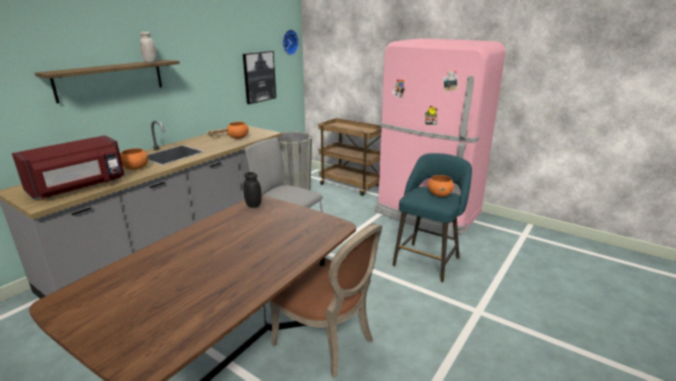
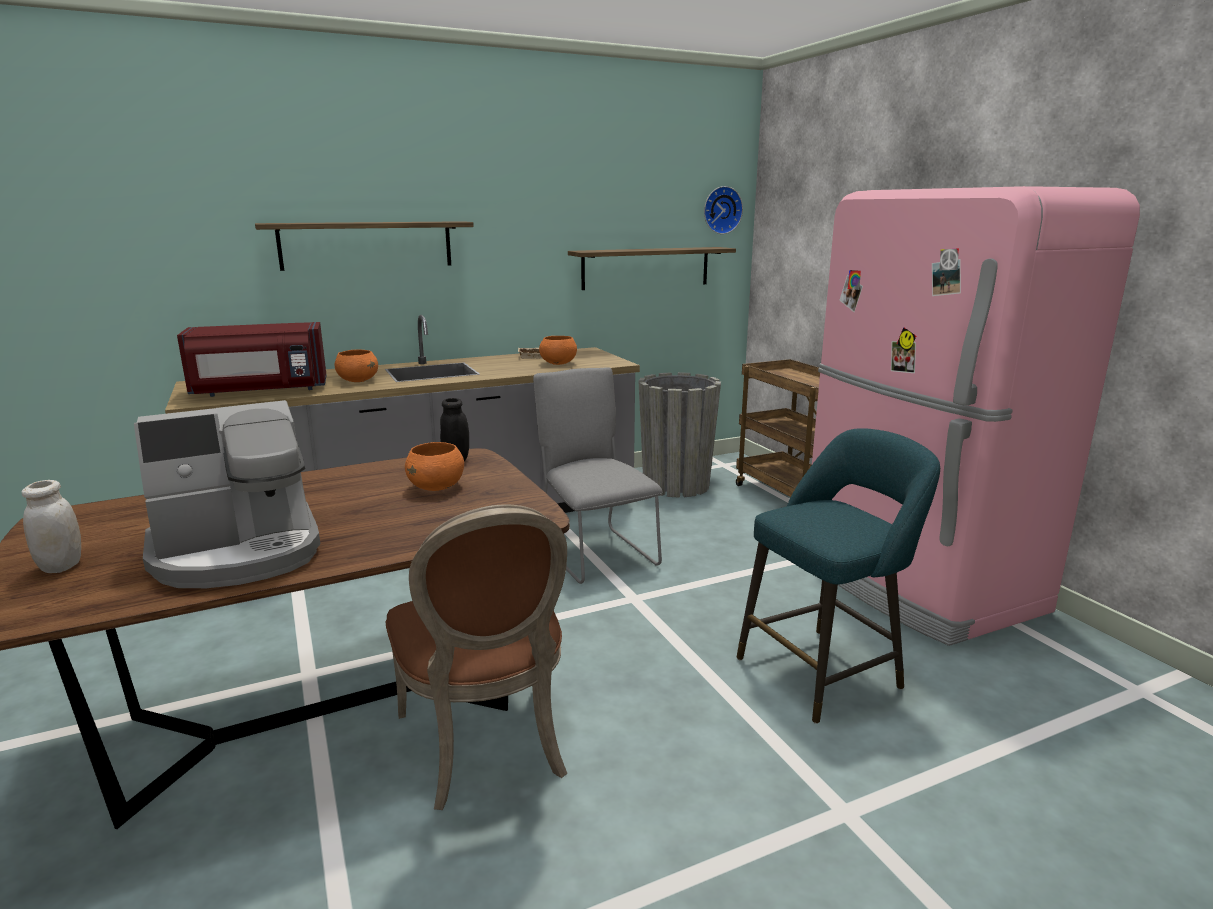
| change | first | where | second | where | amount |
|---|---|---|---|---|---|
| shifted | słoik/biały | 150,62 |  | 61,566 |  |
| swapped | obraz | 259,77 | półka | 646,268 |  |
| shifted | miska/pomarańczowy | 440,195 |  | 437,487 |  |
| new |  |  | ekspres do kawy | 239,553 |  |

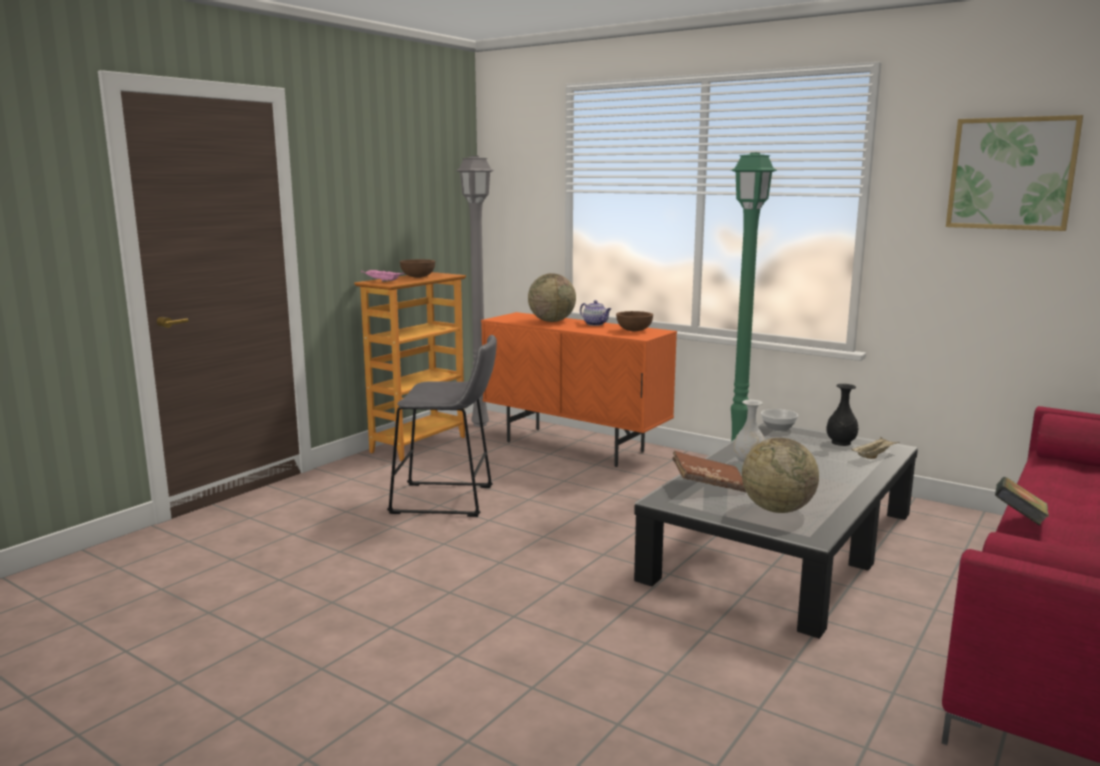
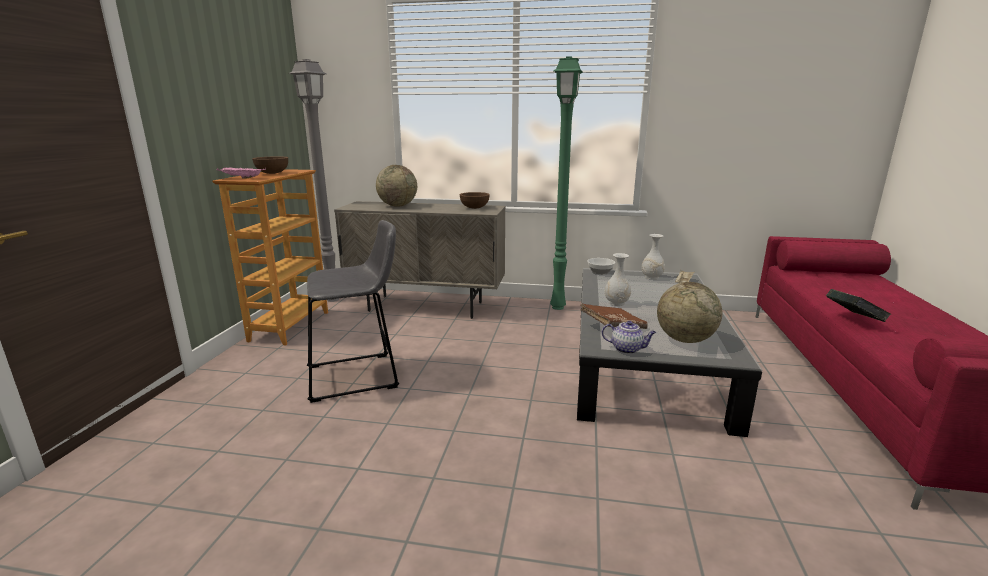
| change | first | where | second | where | amount |
|---|---|---|---|---|---|
| repainted | szafka/pomarańczowy | 574,447 | szafka/beżowy | 426,307 |  |
| shifted | imbryk | 595,324 |  | 627,349 |  |
| repainted | wazon/czarny | 840,443 | wazon/biały | 651,277 |  |
| gone | obraz | 1011,173 |  |  |  |

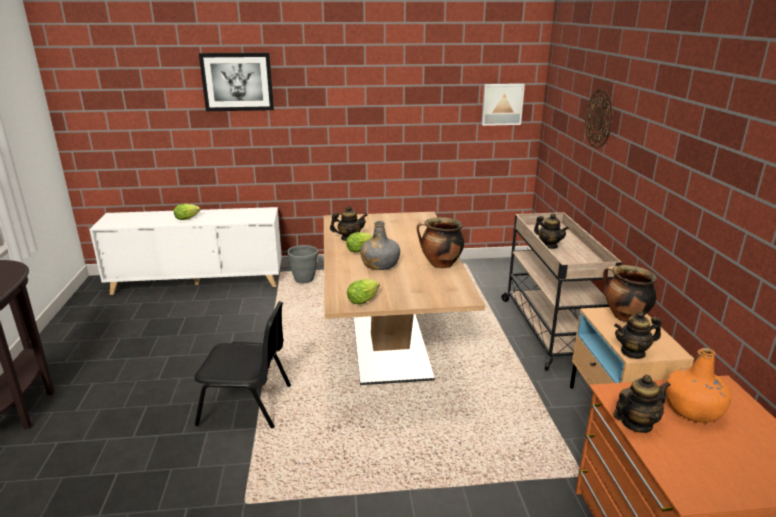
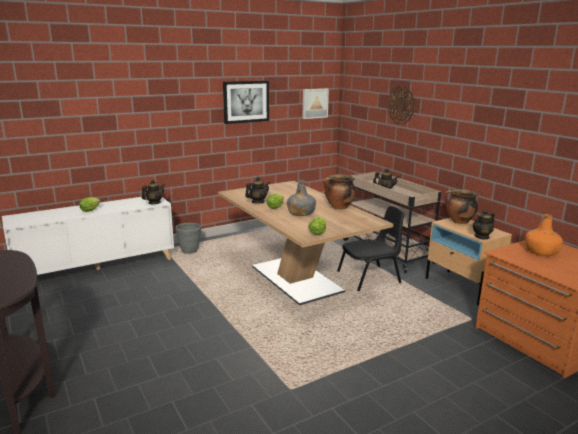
| change | first | where | second | where | amount |
|---|---|---|---|---|---|
| shifted | krzesło/czarny | 247,404 |  | 370,277 |  |
| shifted | obraz | 237,82 |  | 246,101 |  |
| shifted | imbryk | 636,424 |  | 154,203 |  |

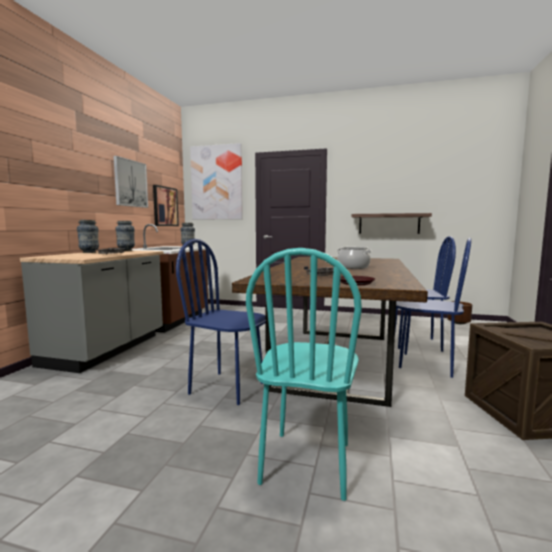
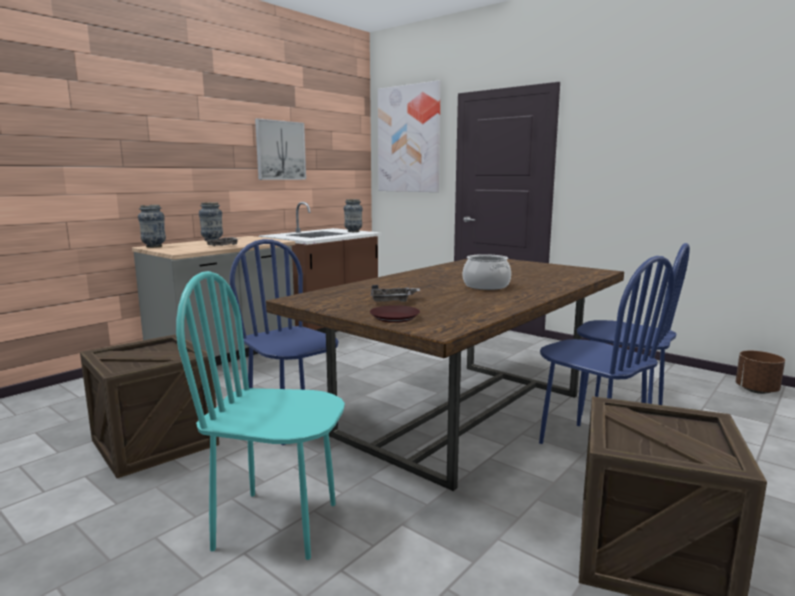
| change | first | where | second | where | amount |
|---|---|---|---|---|---|
| shifted | wazon | 126,250 |  | 154,246 |  |
| gone | obraz | 165,206 |  |  |  |
| rotated | krzesło/turkusowy | 307,463 |  | 277,524 | 60 degrees clockwise |
| gone | półka | 389,223 |  |  |  |
| new |  |  | skrzynka | 155,442 |  |

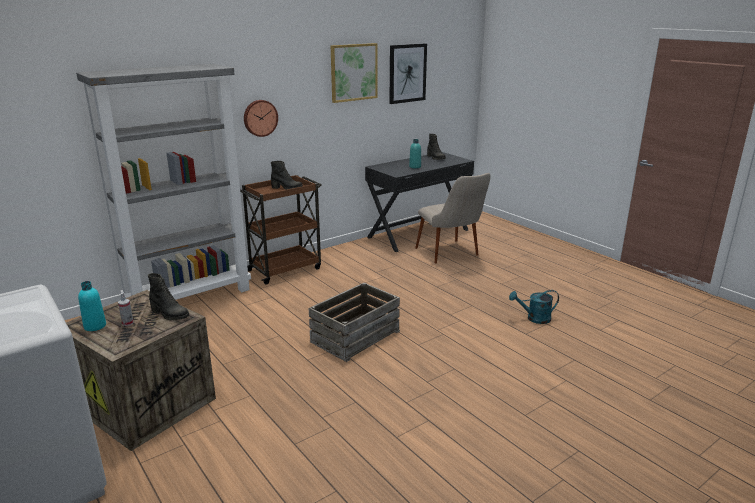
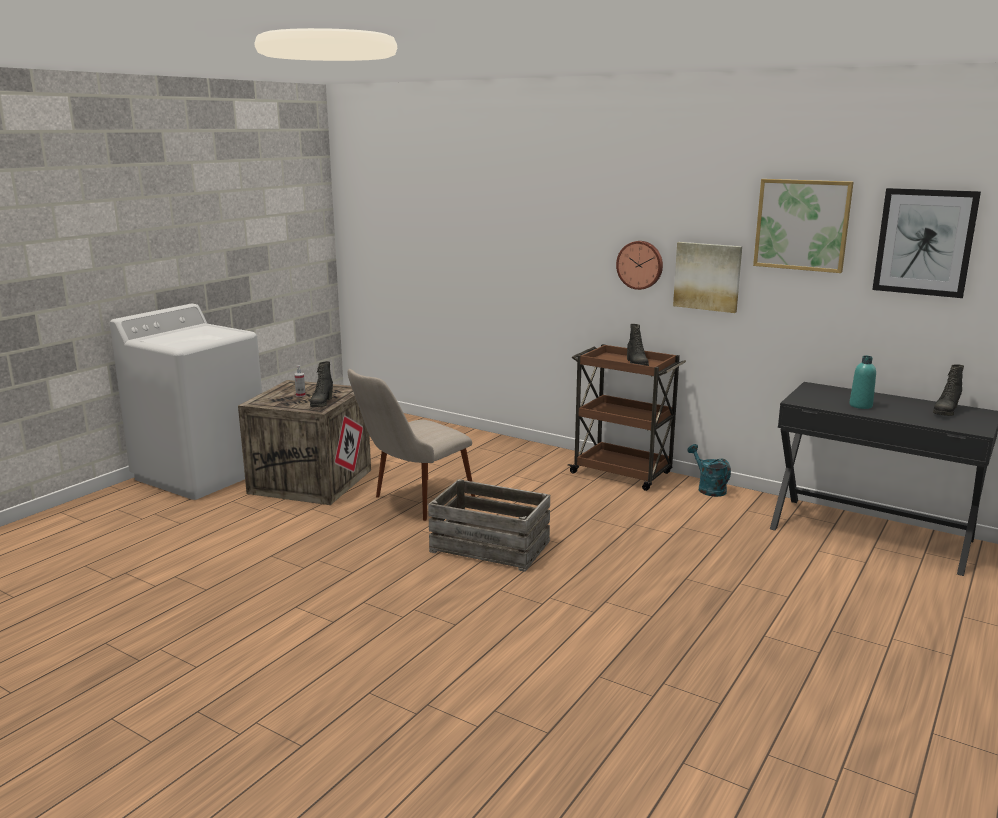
| change | first | where | second | where | amount |
|---|---|---|---|---|---|
| gone | regał/szary | 190,298 |  |  |  |
| gone | butelka/turkusowy | 95,326 |  |  |  |
| shifted | krzesło/beżowy | 452,255 |  | 412,503 |  |
| shifted | konewka/turkusowy | 534,318 |  | 708,488 |  |
| new |  |  | obraz | 707,276 |  |

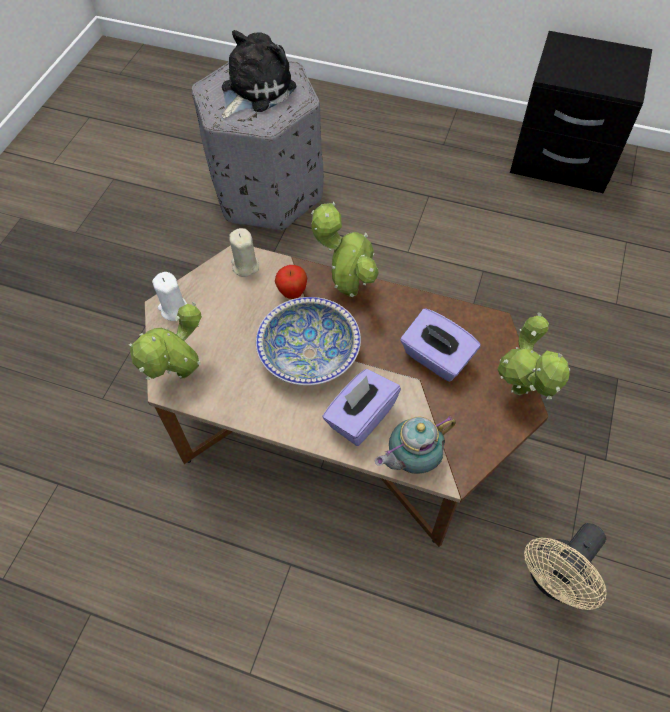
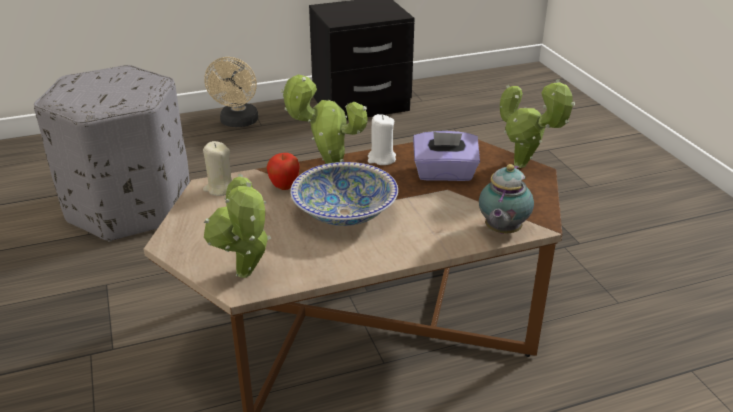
| change | first | where | second | where | amount |
|---|---|---|---|---|---|
| shifted | świeca/biały | 173,309 |  | 381,159 |  |
| gone | pluszak | 254,90 |  |  |  |
| gone | pudełko chusteczek/fioletowy | 360,417 |  |  |  |
| shifted | wentylator/beżowy | 554,580 |  | 238,123 |  |

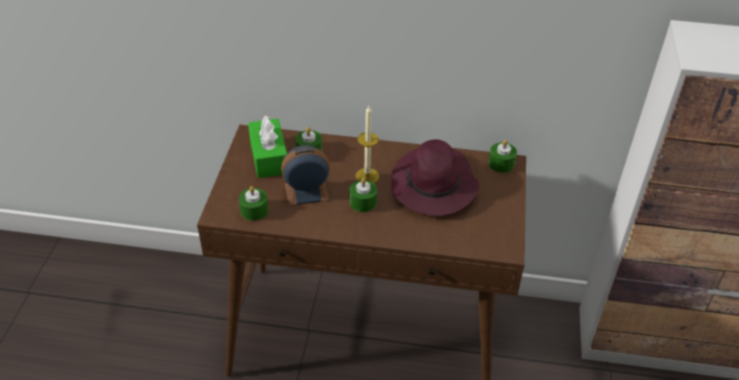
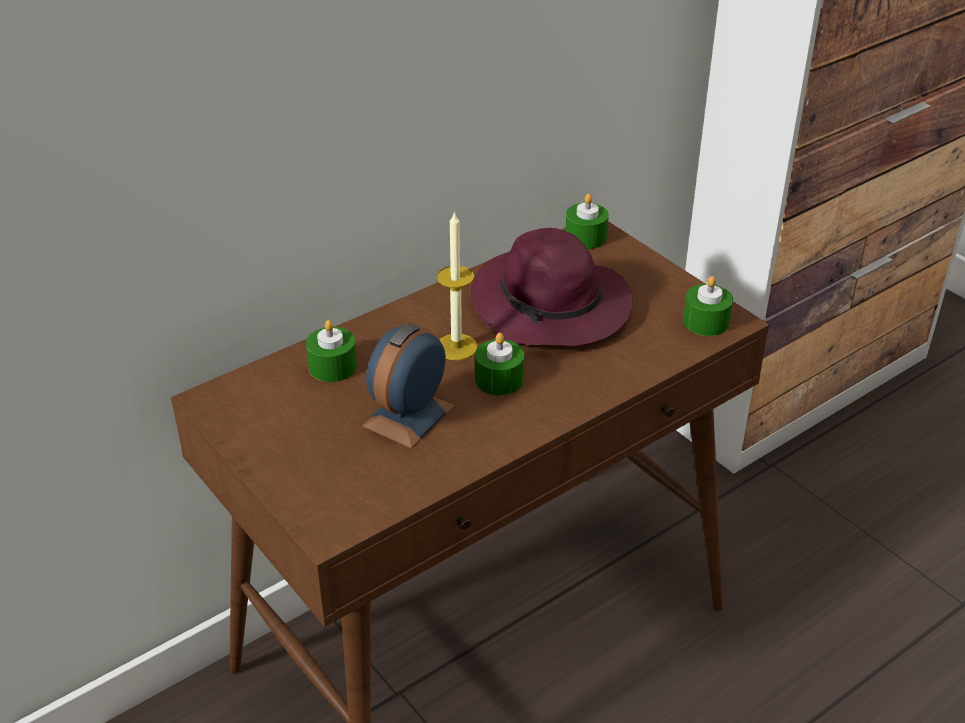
| change | first | where | second | where | amount |
|---|---|---|---|---|---|
| shifted | świeca/zielony | 254,210 |  | 706,322 |  |
| gone | pudełko chusteczek/zielony | 269,157 |  |  |  |

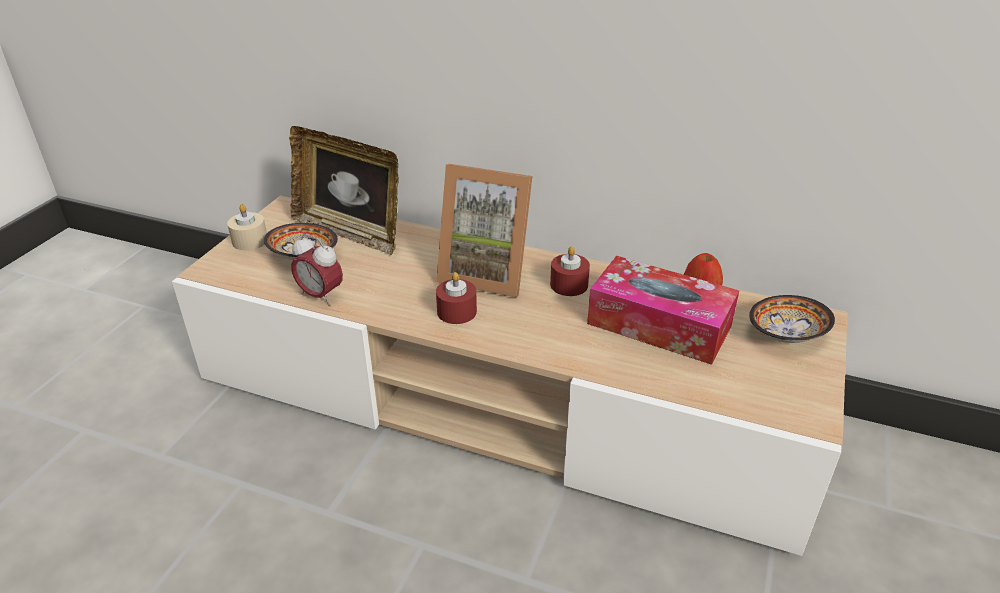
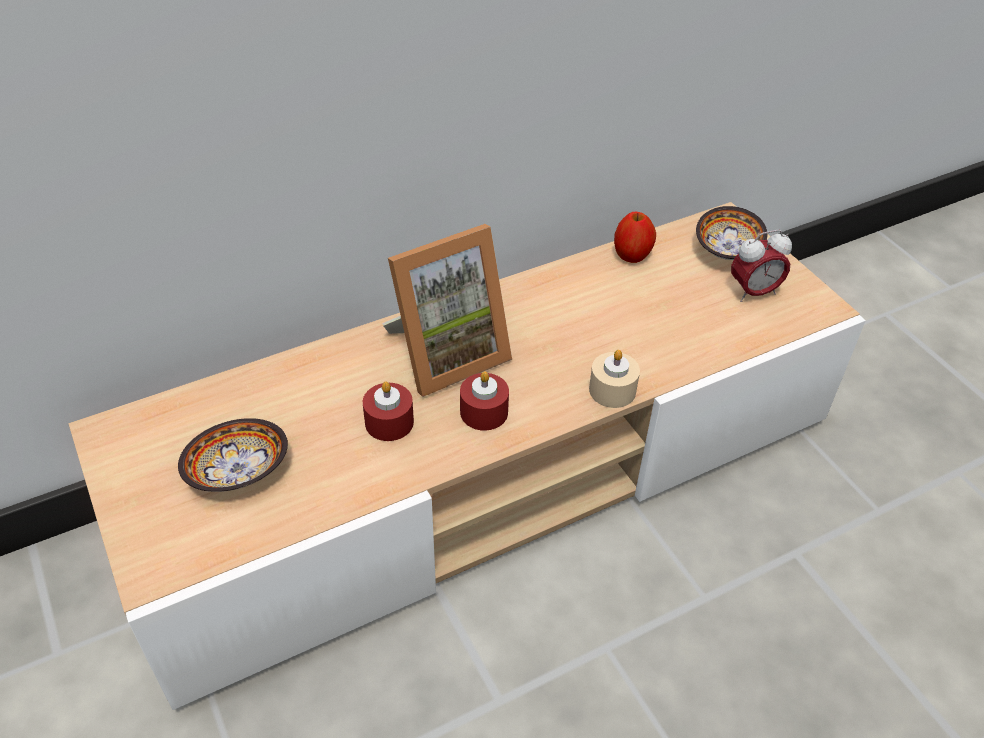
| change | first | where | second | where | amount |
|---|---|---|---|---|---|
| shifted | świeca/beżowy | 250,241 |  | 612,390 |  |
| gone | ramka na zdjęcie | 350,231 |  |  |  |
| shifted | budzik | 320,296 |  | 753,292 |  |
| shifted | świeca/czerwony | 569,285 |  | 389,422 |  |
| gone | pudełko chusteczek | 659,325 |  |  |  |

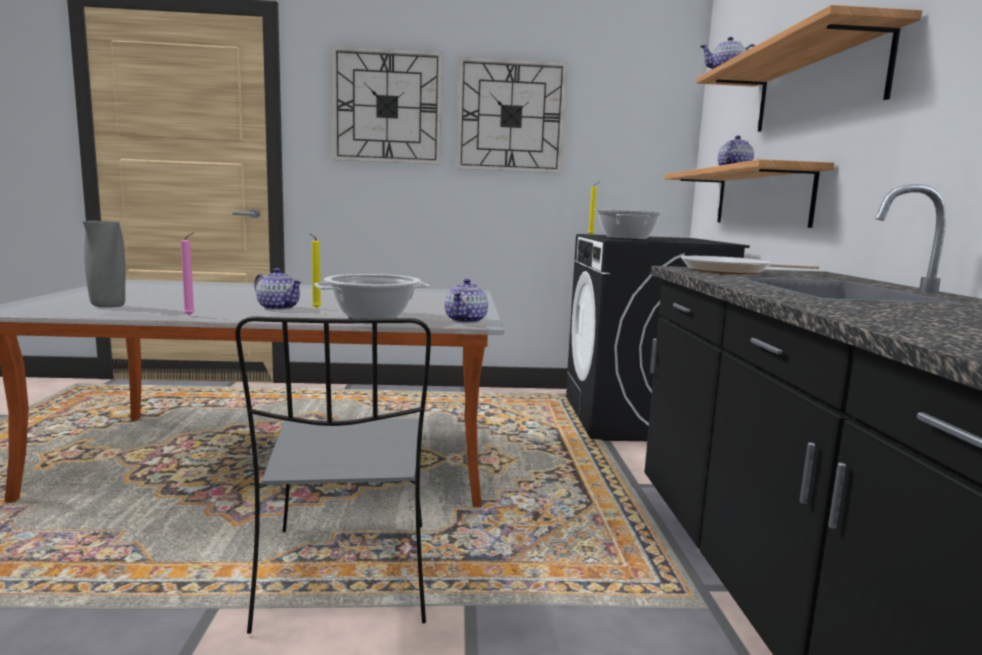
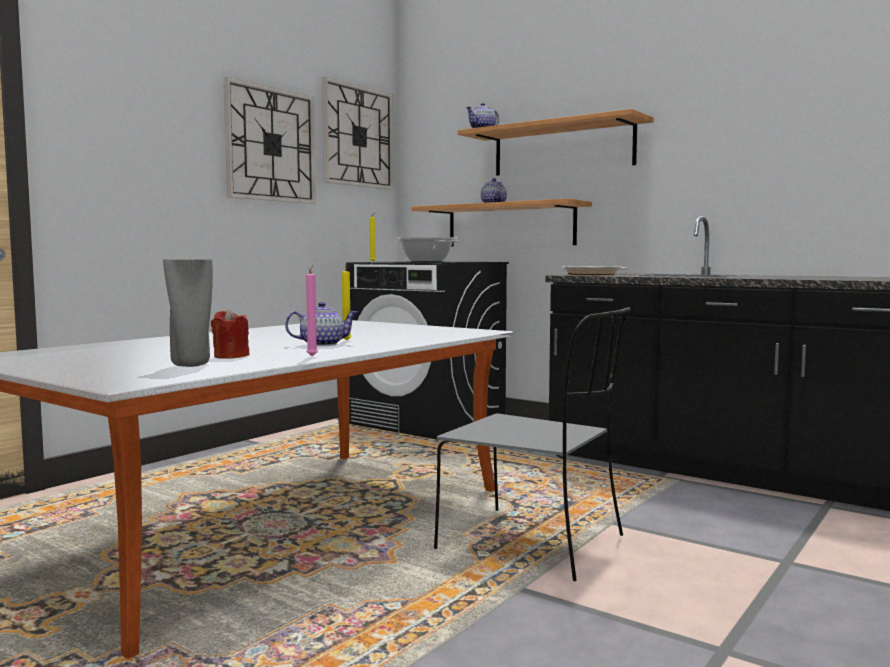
| change | first | where | second | where | amount |
|---|---|---|---|---|---|
| gone | garnek | 373,316 |  |  |  |
| shifted | zegar ścienny | 387,107 |  | 358,136 |  |
| gone | imbryk | 466,320 |  |  |  |
| new |  |  | świeca/czerwony | 231,356 |  |

